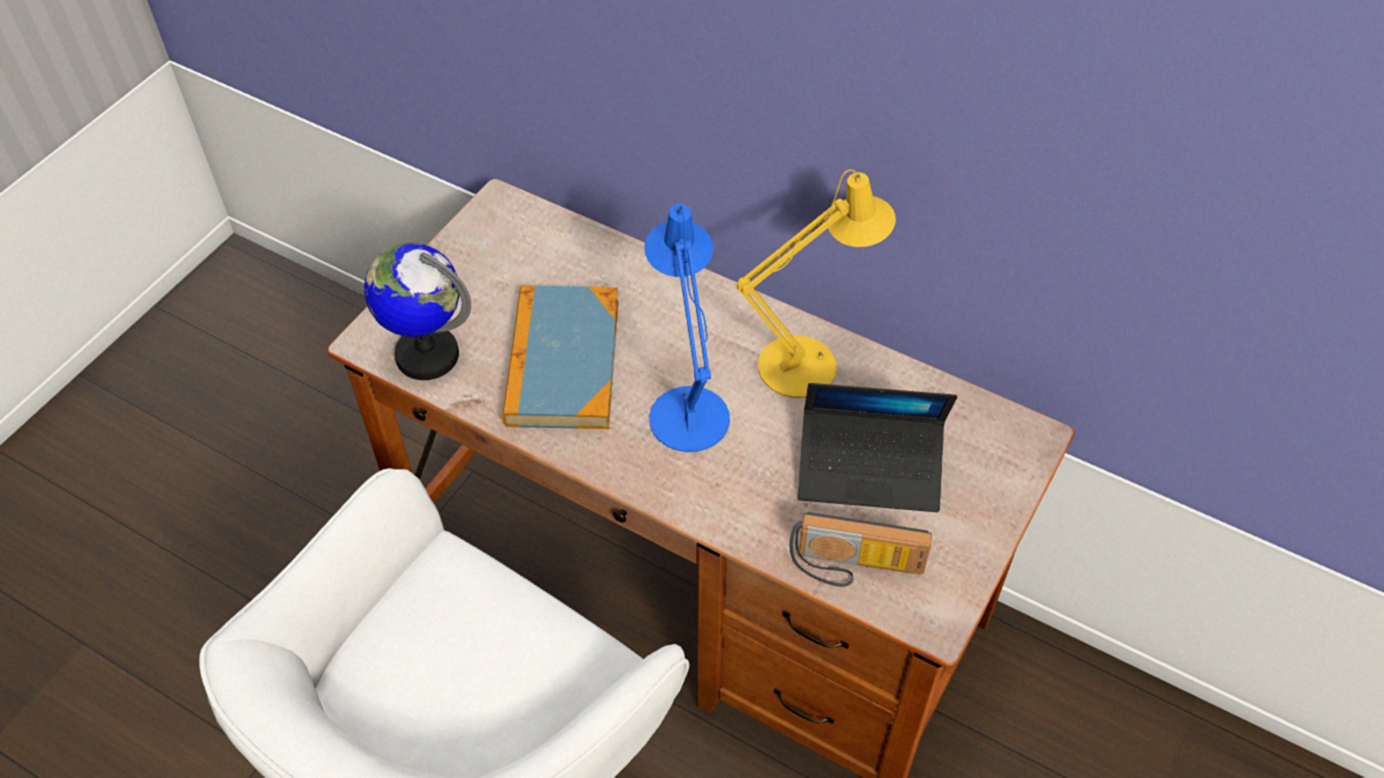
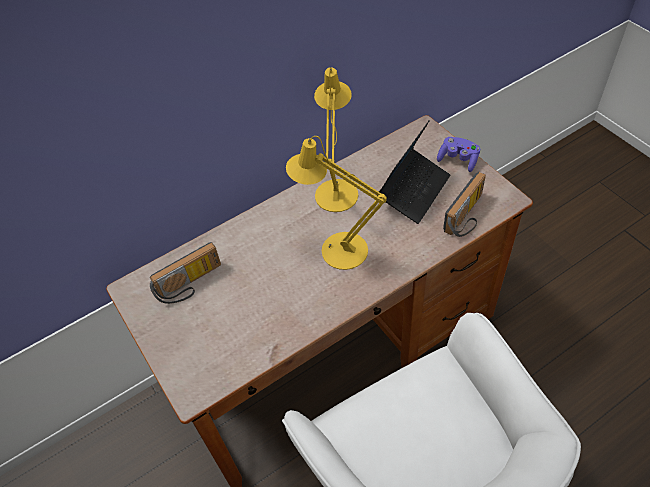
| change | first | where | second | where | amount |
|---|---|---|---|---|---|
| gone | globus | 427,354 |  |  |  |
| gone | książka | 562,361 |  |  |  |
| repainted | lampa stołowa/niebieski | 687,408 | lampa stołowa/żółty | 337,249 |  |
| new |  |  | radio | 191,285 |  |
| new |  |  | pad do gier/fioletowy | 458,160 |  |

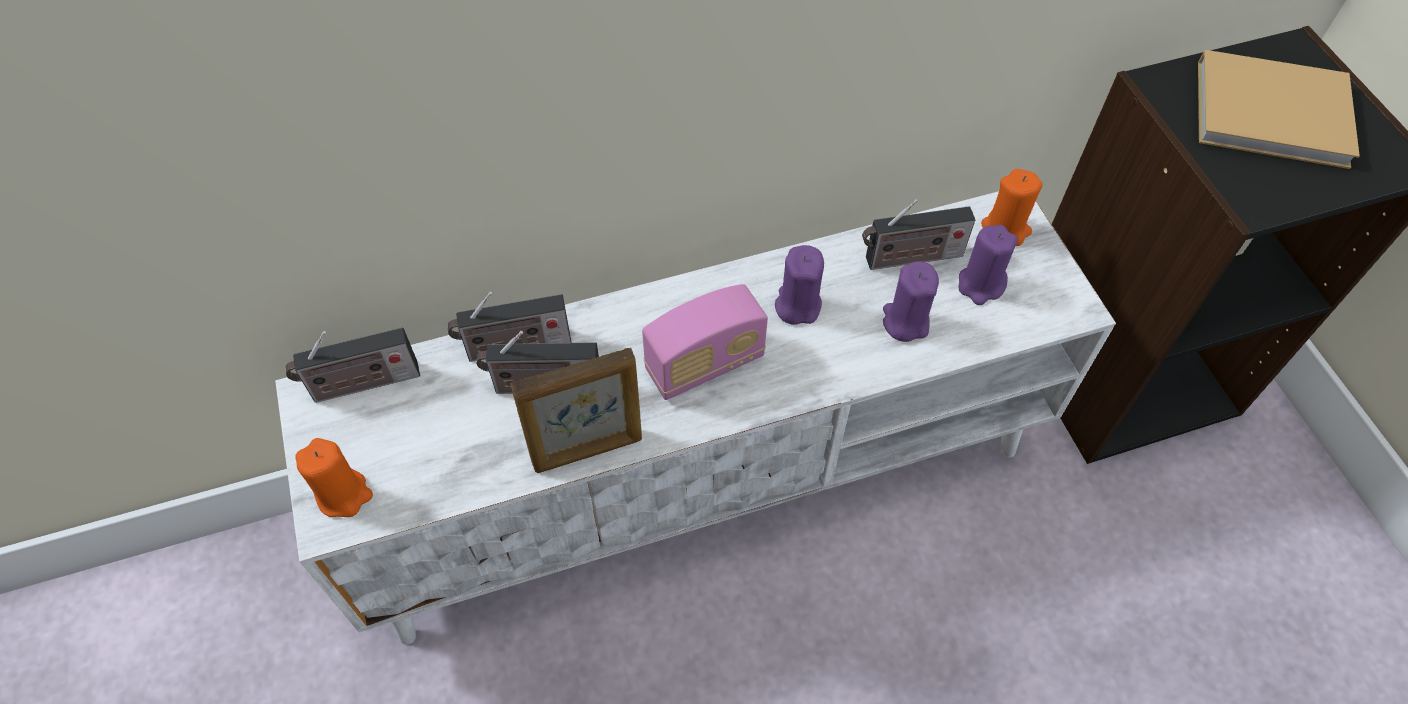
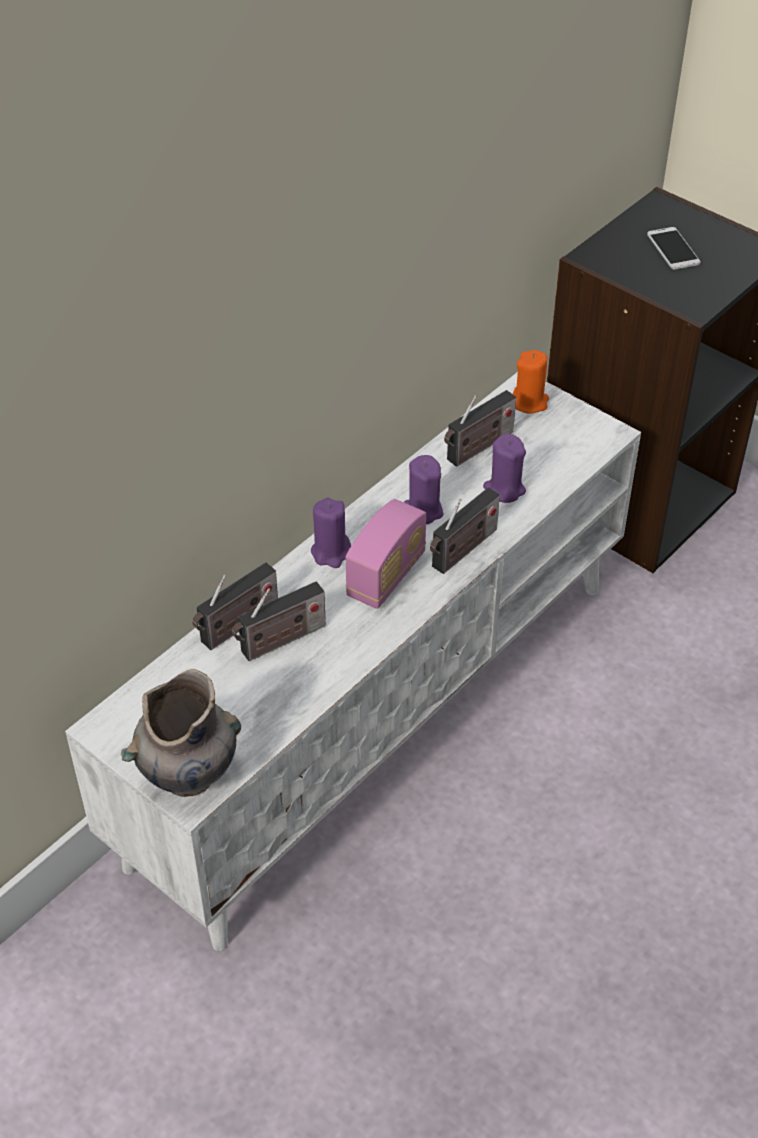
| change | first | where | second | where | amount |
|---|---|---|---|---|---|
| shifted | radio | 361,385 |  | 462,551 |  |
| swapped | świeca/pomarańczowy | 343,494 | wazon/szary | 187,775 |  |
| gone | ramka na zdjęcie | 588,451 |  |  |  |
| shifted | świeca/fioletowy | 980,285 |  | 331,552 |  |
| swapped | książka/beżowy | 1276,114 | telefon | 673,249 |  |

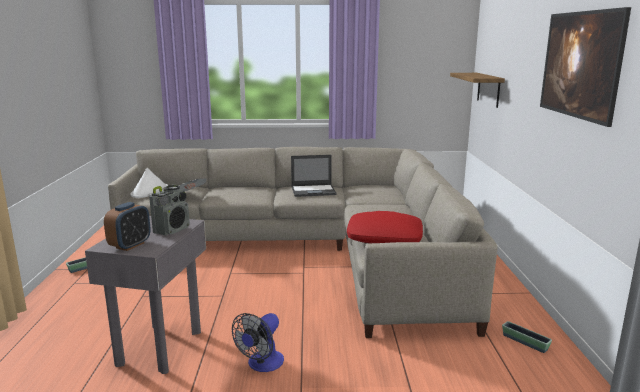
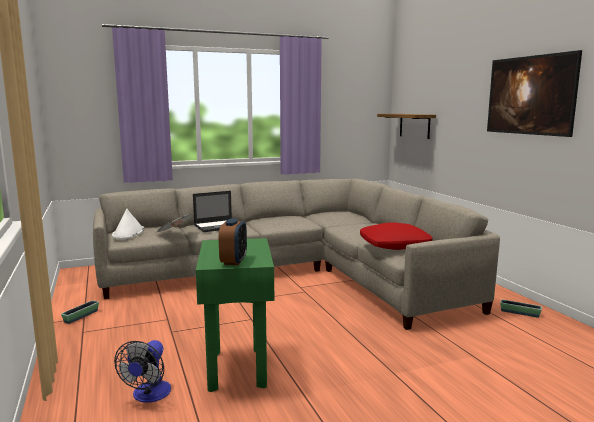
| change | first | where | second | where | amount |
|---|---|---|---|---|---|
| repainted | stolik/szary | 161,347 | stolik/zielony | 238,368 |  |
| gone | radio | 172,230 |  |  |  |
| shifted | wentylator | 262,365 |  | 149,395 |  |
| shifted | laptop | 314,191 |  | 218,226 |  |

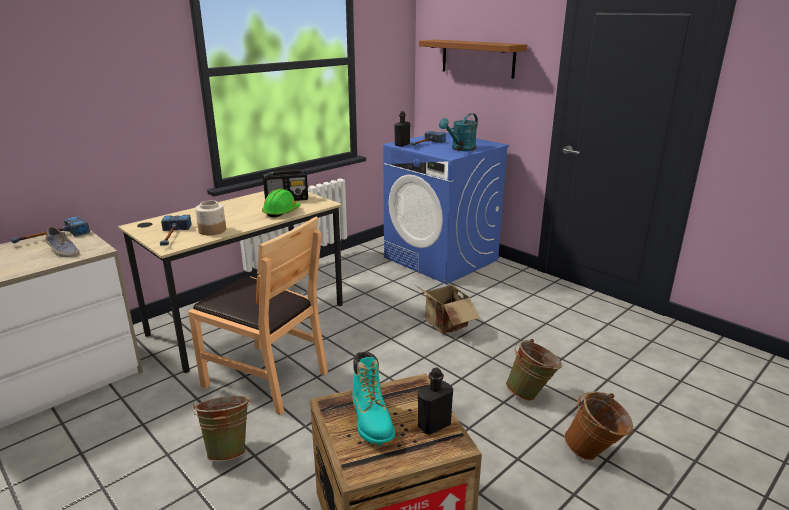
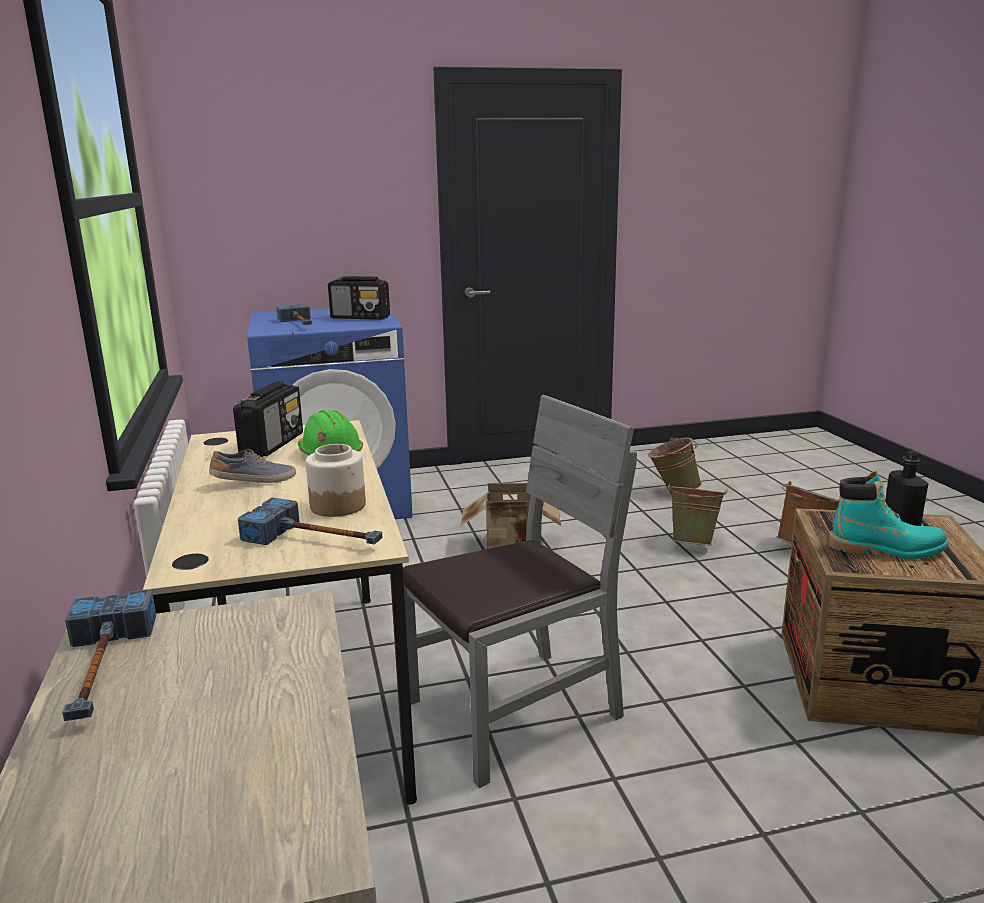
| change | first | where | second | where | amount |
|---|---|---|---|---|---|
| shifted | but | 62,251 |  | 254,481 |  |
| repainted | krzesło/brązowy | 266,378 | krzesło/szary | 513,711 |  |
| shifted | wiadro/zielony | 228,449 |  | 672,493 |  |
| gone | butelka/czarny | 402,145 |  |  |  |
| gone | półka/brązowy | 477,58 |  |  |  |
| swapped | konewka/turkusowy | 460,149 | radio | 361,318 |  |

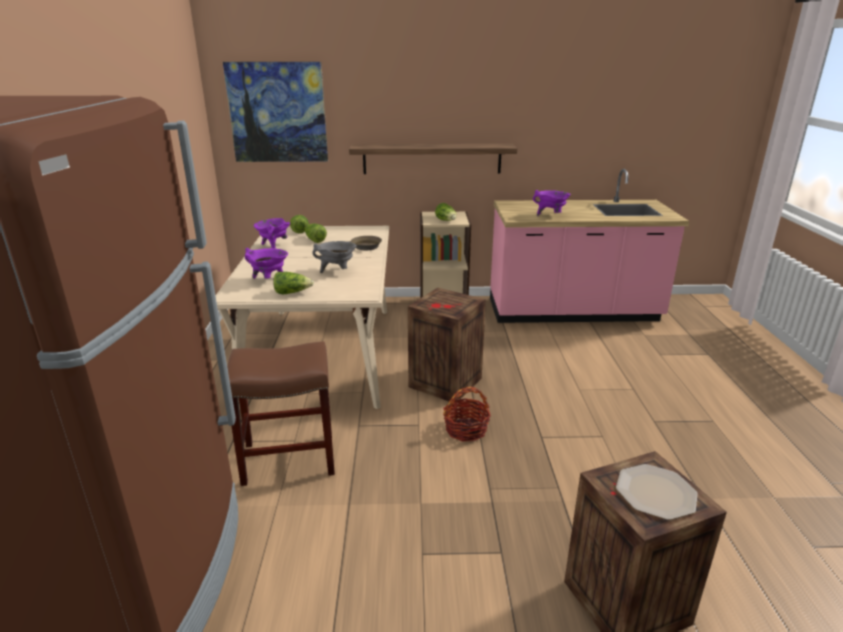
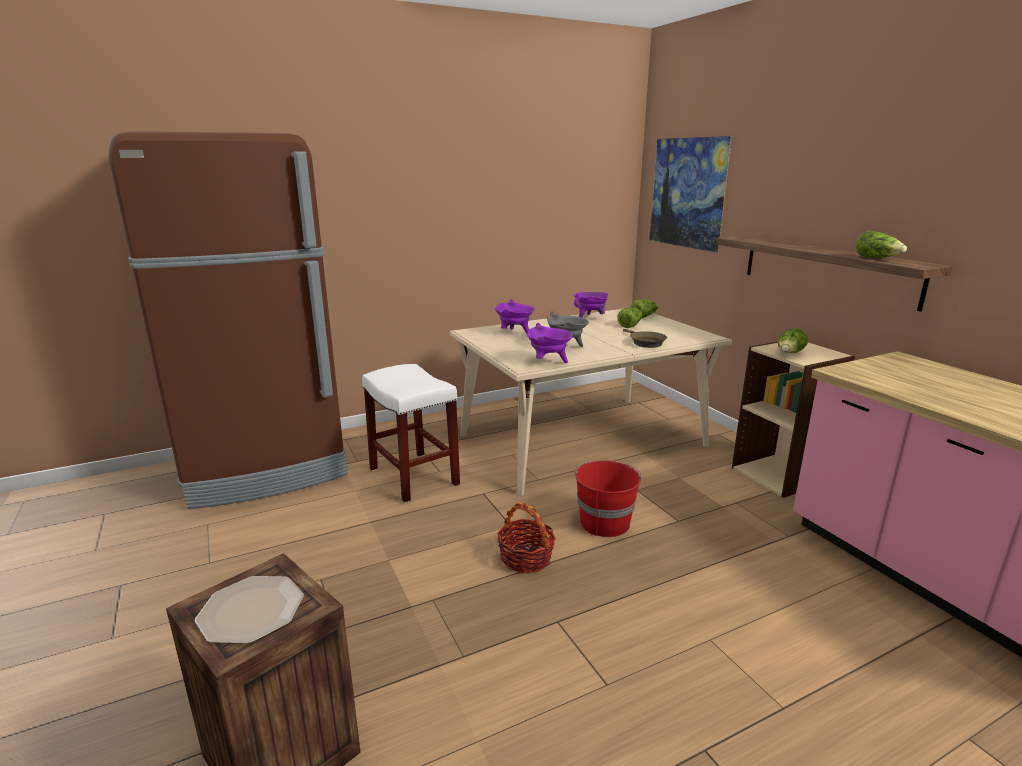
| change | first | where | second | where | amount |
|---|---|---|---|---|---|
| repainted | stołek/brązowy | 288,459 | stołek/biały | 412,476 |  |
| shifted | sałata | 292,292 |  | 877,258 |  |
| swapped | skrzynka | 445,383 | wiadro/czerwony | 604,522 |  |
| shifted | garnek/fioletowy | 550,215 |  | 548,362 |  |

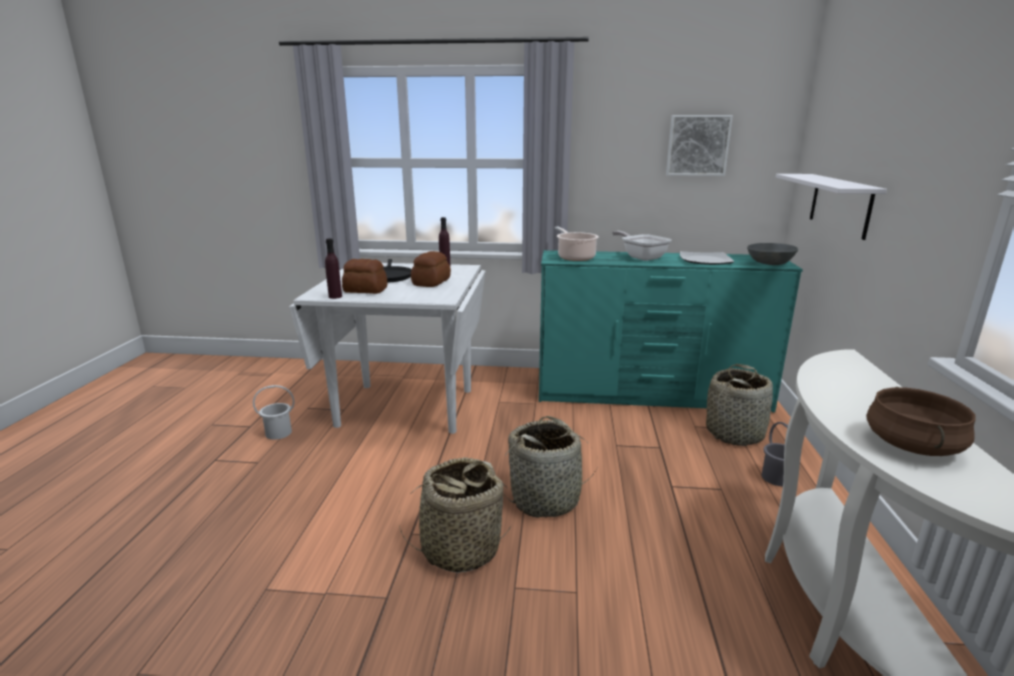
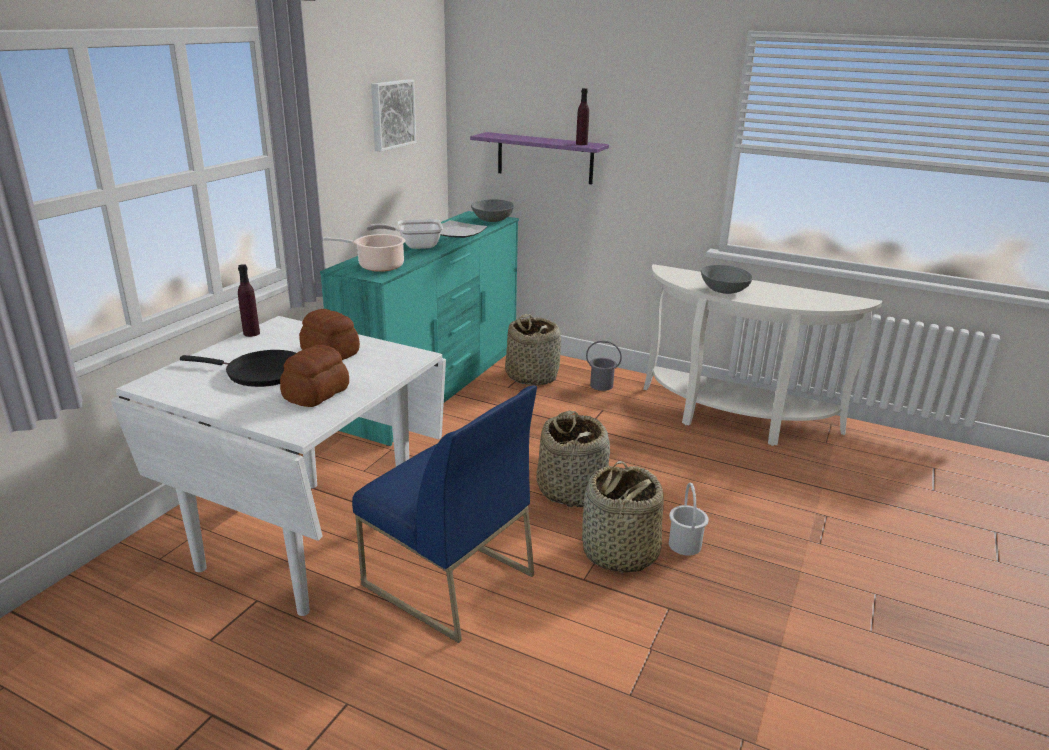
| change | first | where | second | where | amount |
|---|---|---|---|---|---|
| shifted | wiadro/biały | 278,433 |  | 684,545 |  |
| shifted | butelka/fioletowy | 335,296 |  | 581,144 |  |
| repainted | półka/biały | 840,204 | półka/fioletowy | 545,158 |  |
| gone | garnek/brązowy | 911,445 |  |  |  |
| new |  |  | krzesło/niebieski | 446,580 |  |
| new |  |  | miska/szary | 723,290 |  |

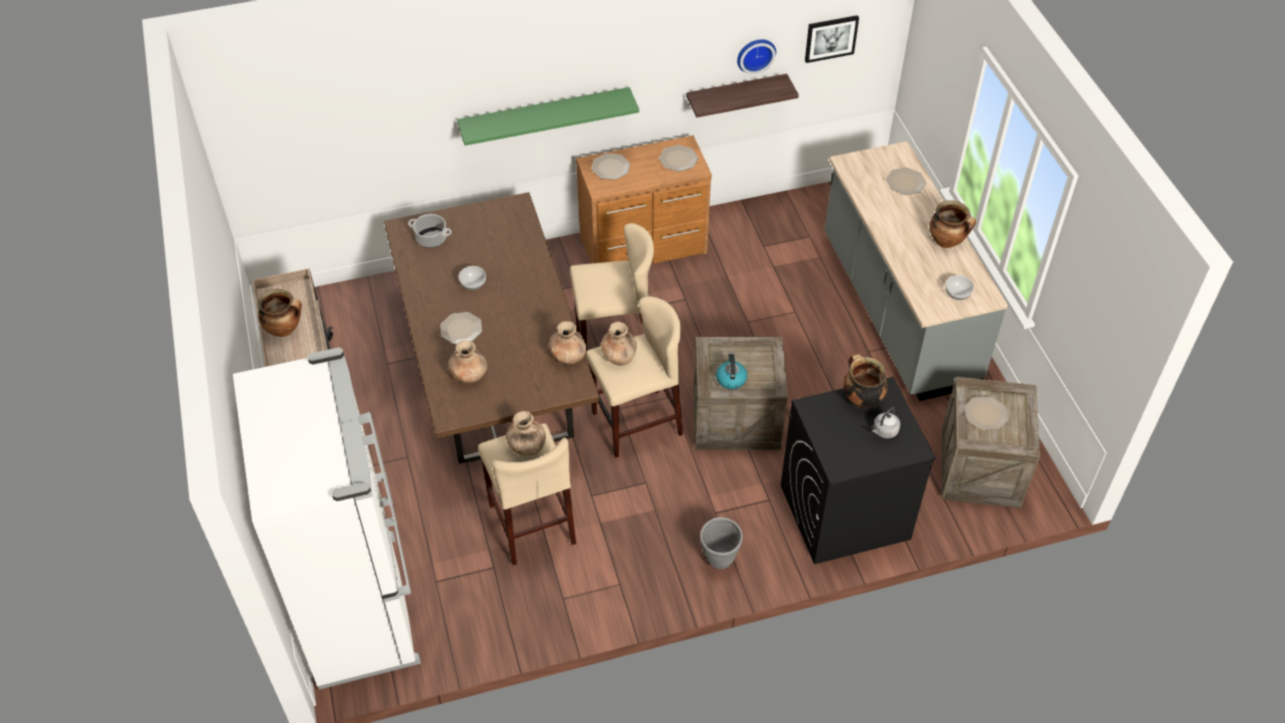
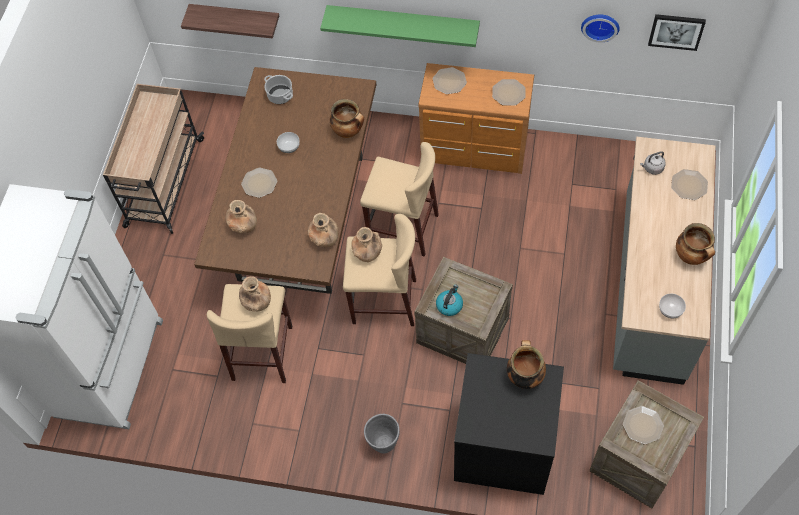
| change | first | where | second | where | amount |
|---|---|---|---|---|---|
| shifted | garnek | 285,329 |  | 348,131 |  |
| shifted | półka | 736,95 |  | 236,18 |  |
| shifted | czajnik/szary | 884,431 |  | 652,168 |  |

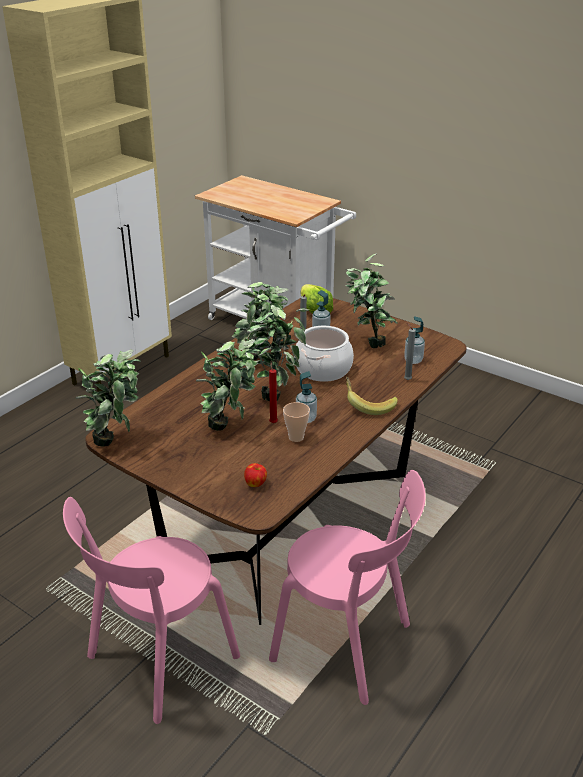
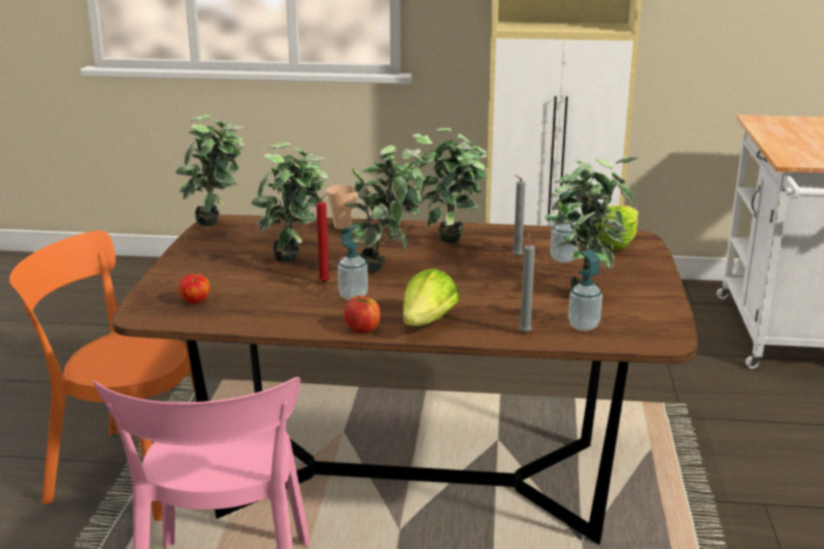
| change | first | where | second | where | amount |
|---|---|---|---|---|---|
| repainted | krzesło/różowy | 158,660 | krzesło/pomarańczowy | 126,472 |  |
| shifted | filiżanka | 296,437 |  | 342,226 |  |
| gone | garnek | 323,369 |  |  |  |
| swapped | banan | 368,405 | sałata | 428,322 |  |
| new |  |  | jabłko | 362,329 |  |

